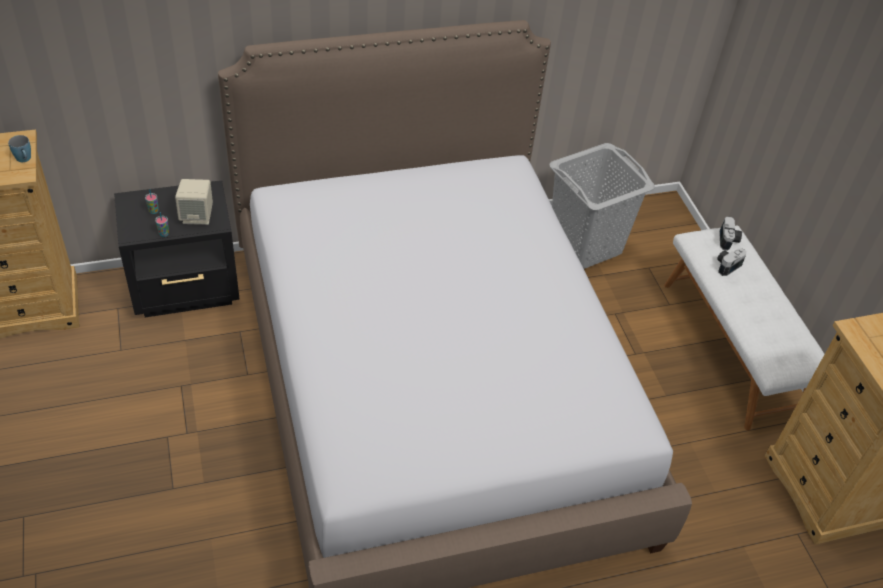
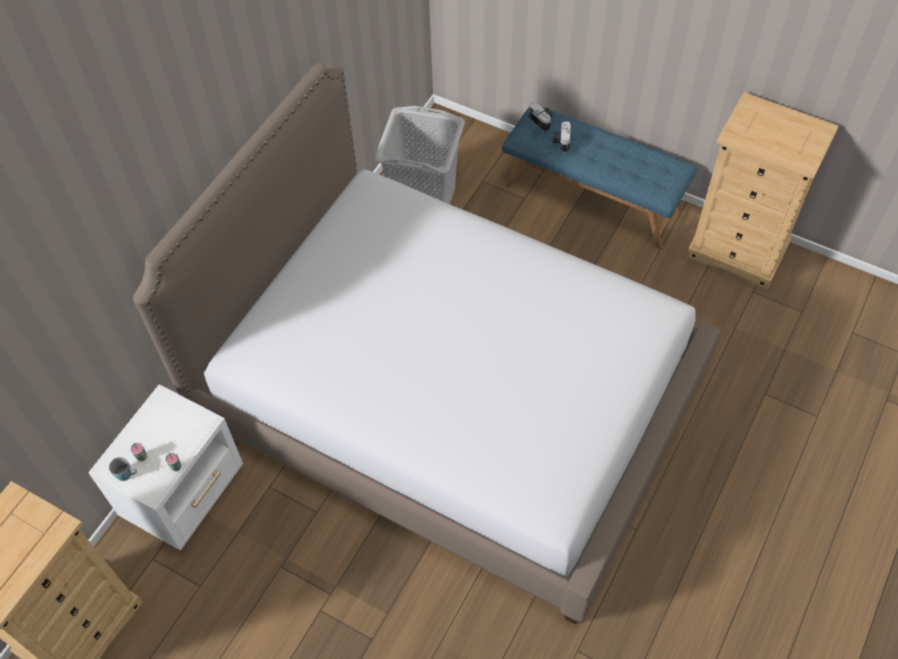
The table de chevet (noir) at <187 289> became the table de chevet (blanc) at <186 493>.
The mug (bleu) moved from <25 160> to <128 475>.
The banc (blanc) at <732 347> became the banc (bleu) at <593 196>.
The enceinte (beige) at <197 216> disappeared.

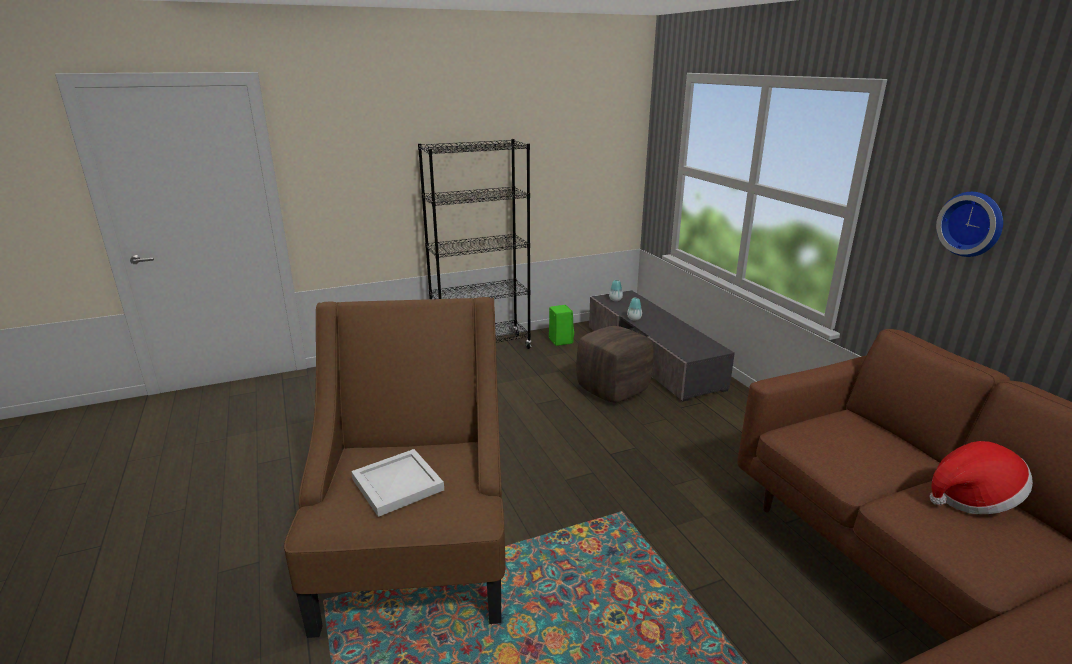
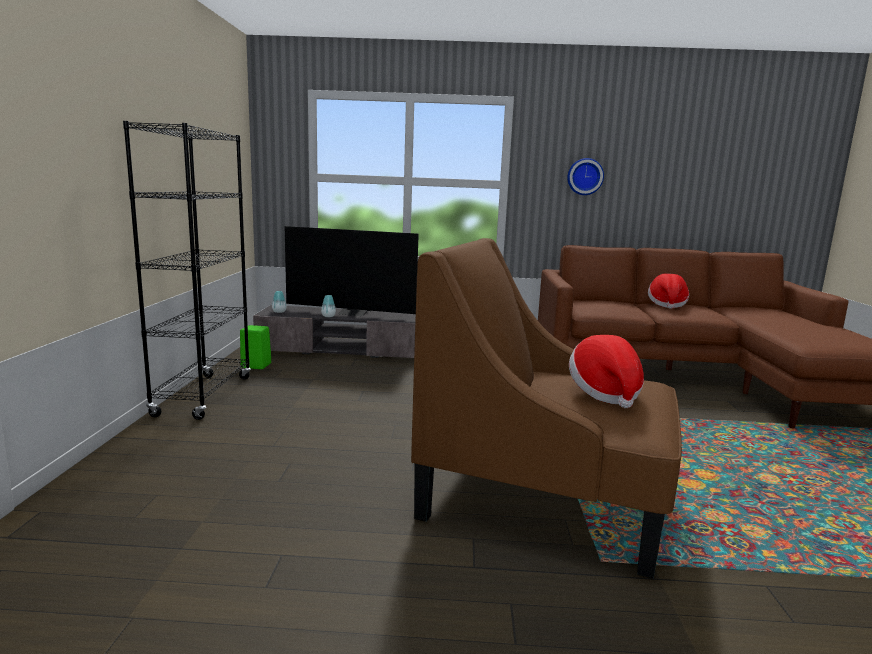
The téléviseur at <353 313> appeared.
The plateau (blanc) at <396 484> was replaced by the chapeau at <604 393>.
The pouf (marron) at <613 390> disappeared.

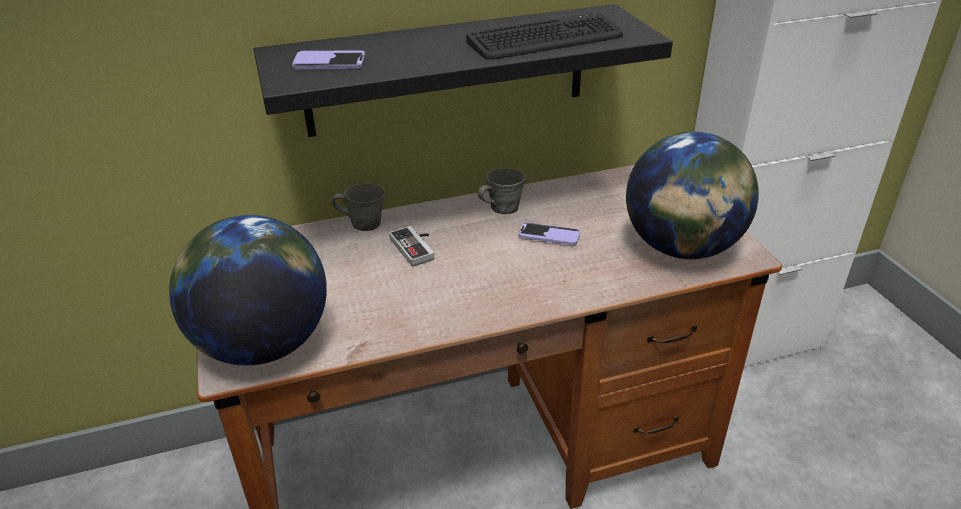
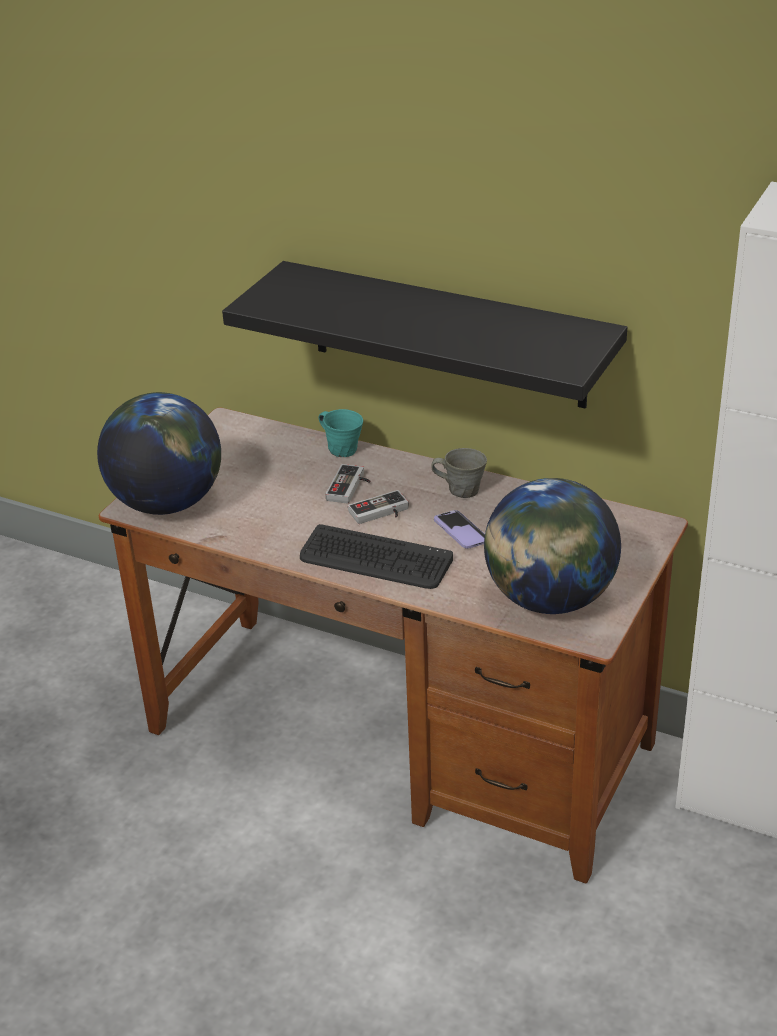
The clavier moved from <545 39> to <375 559>.
The mug (gris) at <364 224> became the mug (turquoise) at <342 449>.
The manette at <381 513> appeared.
The téléphone at <329 63> disappeared.

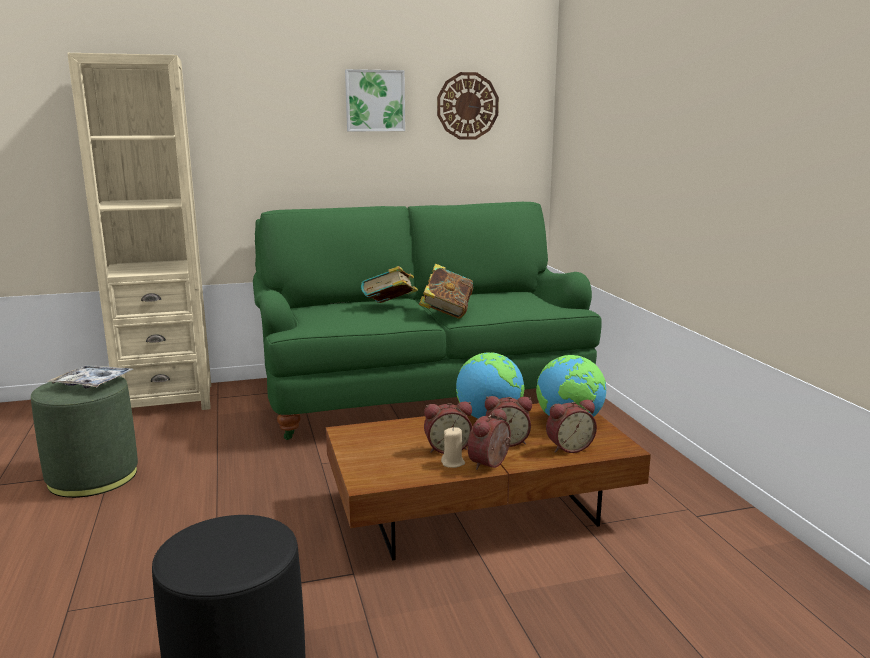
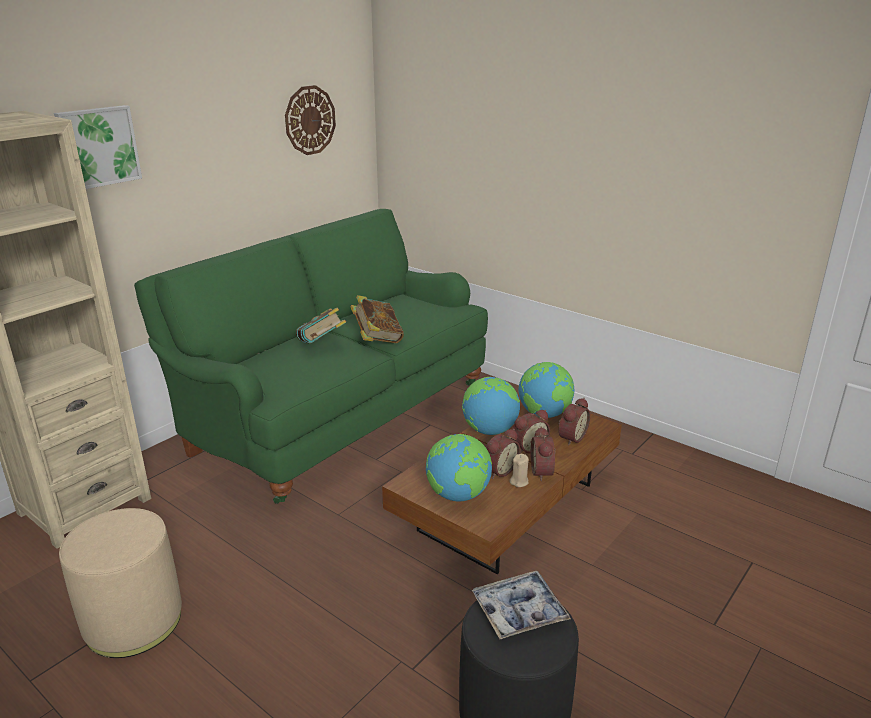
The tableau moved from <374 101> to <98 146>.
The pouf (vert) at <93 476> became the pouf (beige) at <133 621>.
The globe at <458 495> appeared.
The plateau moved from <92 383> to <519 611>.

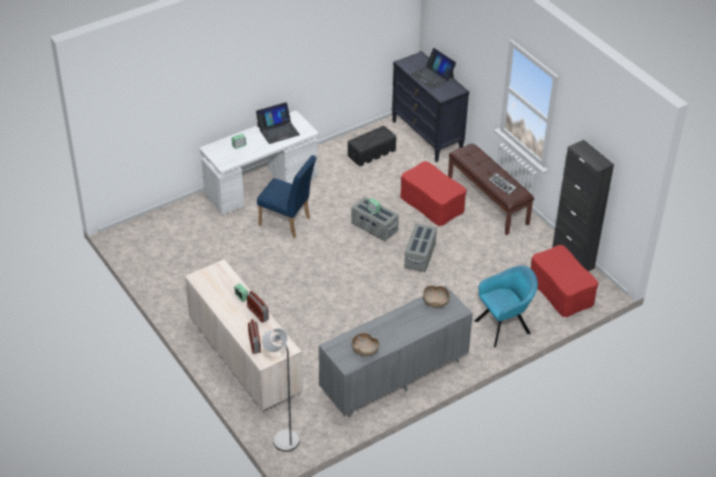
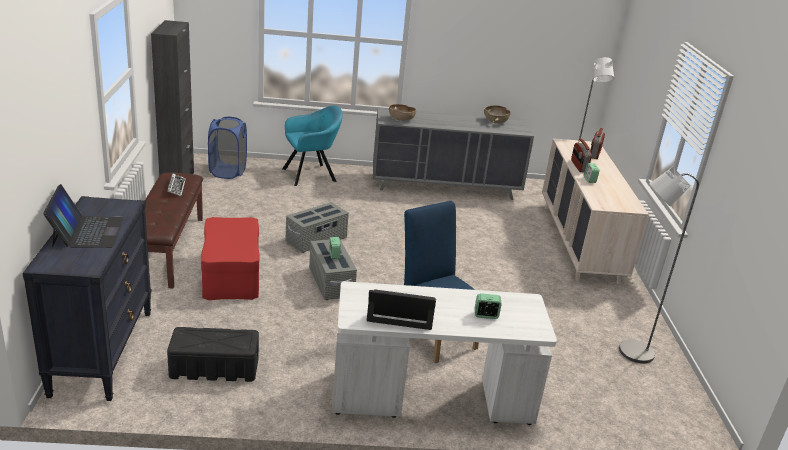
The pouf (rouge) at <561 291> was replaced by the panier à linge (bleu) at <228 172>.
The fauteuil (turquoise) at <504 326> turned 150 degrees clockwise.
The lampadaire (gris) at <629 352> appeared.

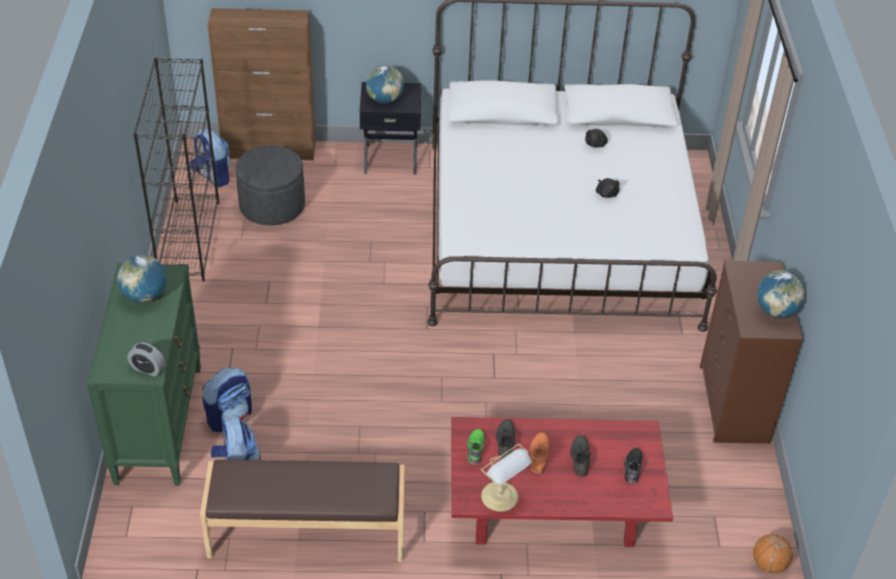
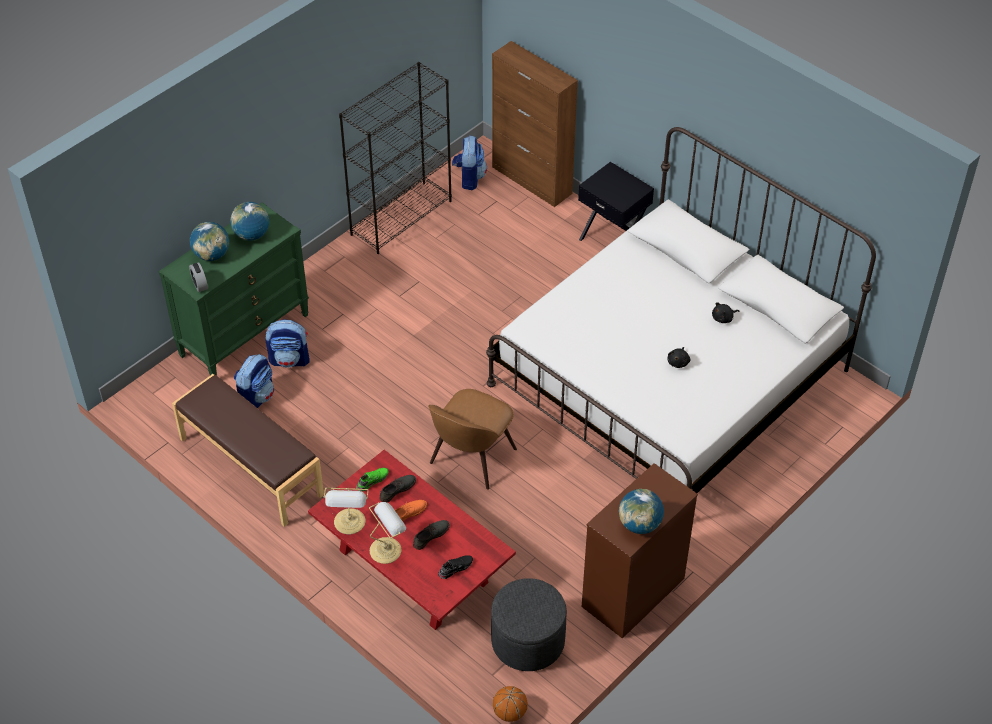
The globe moved from <384 100> to <212 255>.
The lampe de table at <387 549> appeared.
The chaise (marron) at <471 458> appeared.
The pouf (gris) moved from <272 206> to <528 641>.

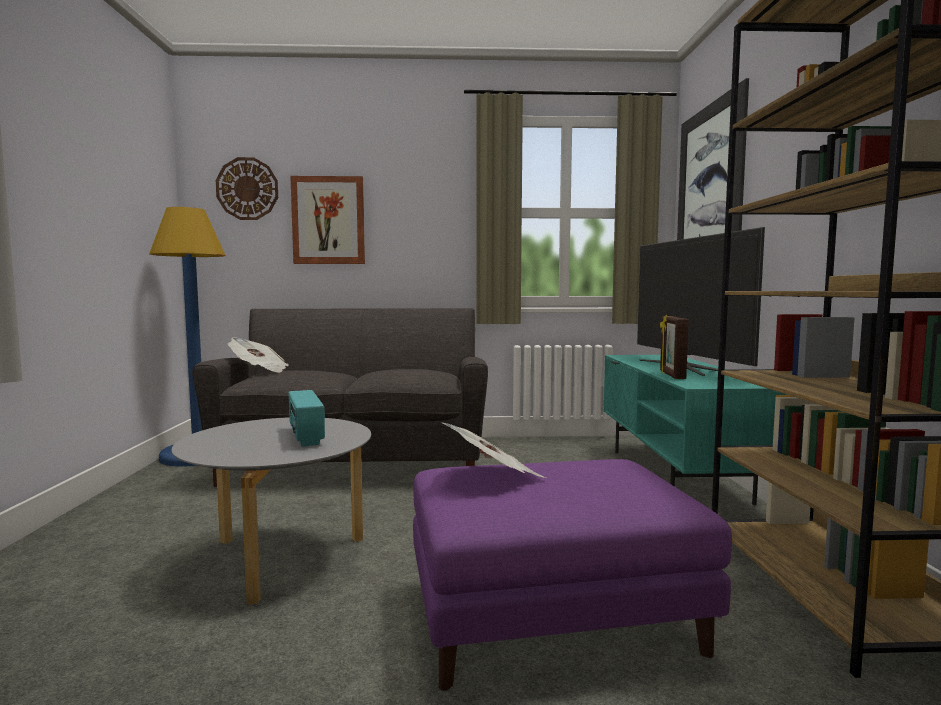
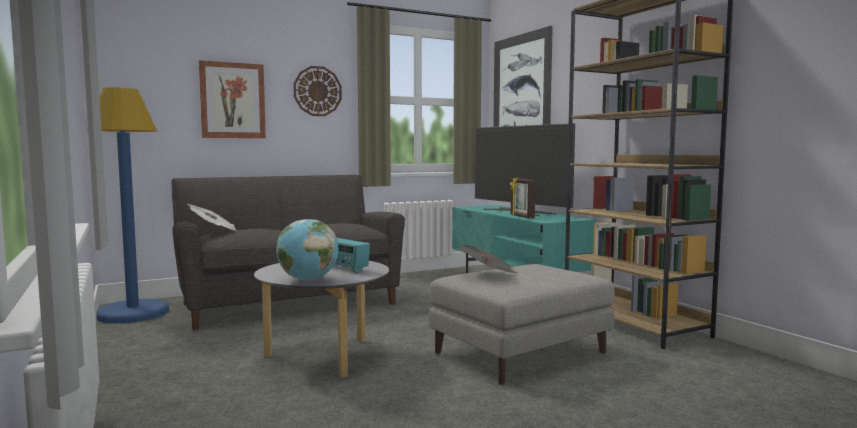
The globe at <308 280> appeared.
The horloge murale moved from <247 189> to <317 91>.
The pouf (violet) at <554 617> became the pouf (gris) at <521 353>.

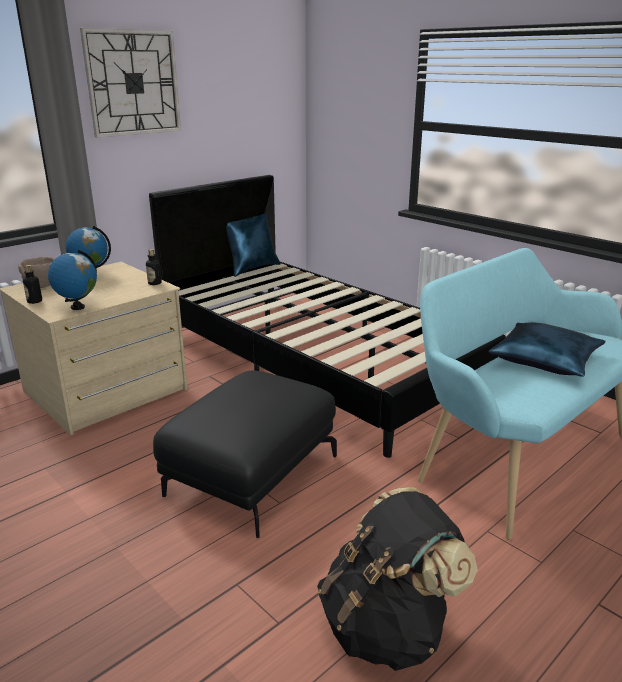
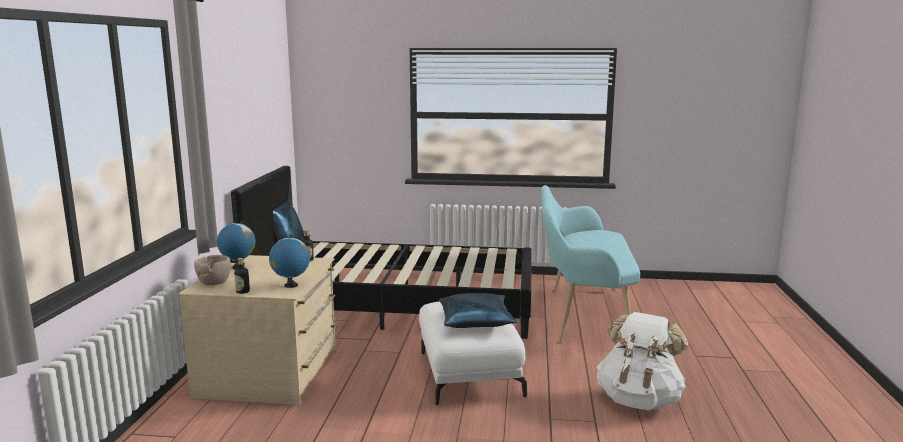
The pouf (noir) at <251 474> became the pouf (blanc) at <468 374>.
The coussin (bleu) moved from <545 359> to <475 320>.
The sac à dos (noir) at <387 627> became the sac à dos (blanc) at <639 400>.
The horloge murale at <133 83> disappeared.

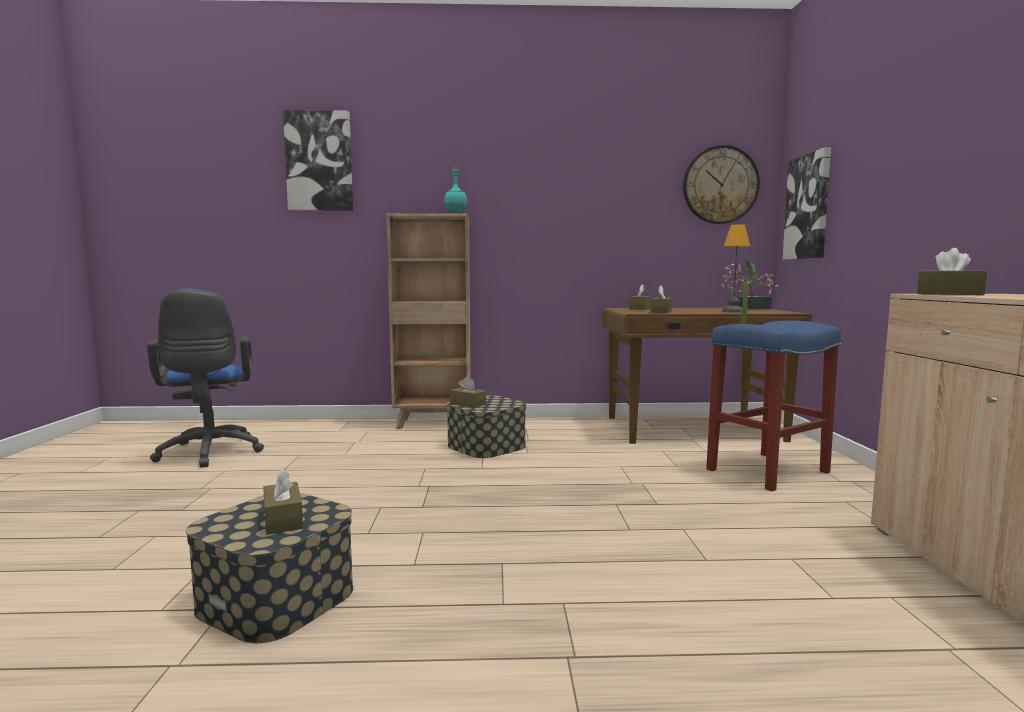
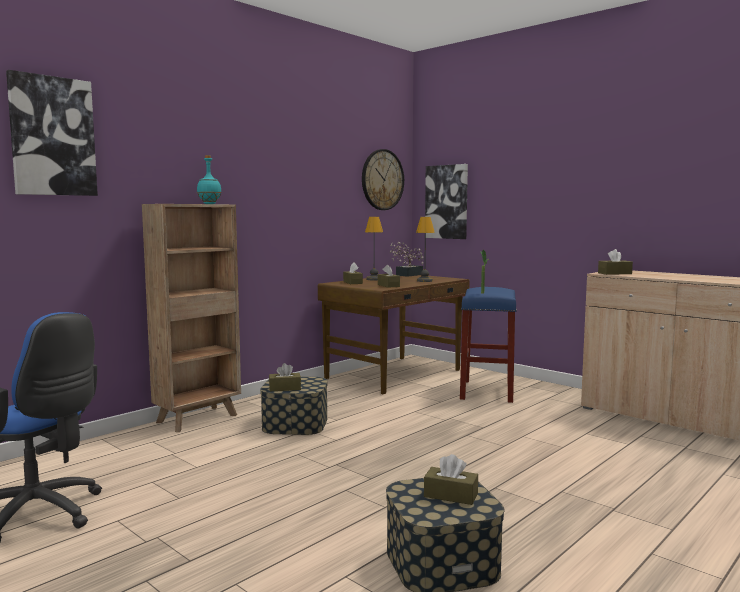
The lampe de table at <374 279> appeared.

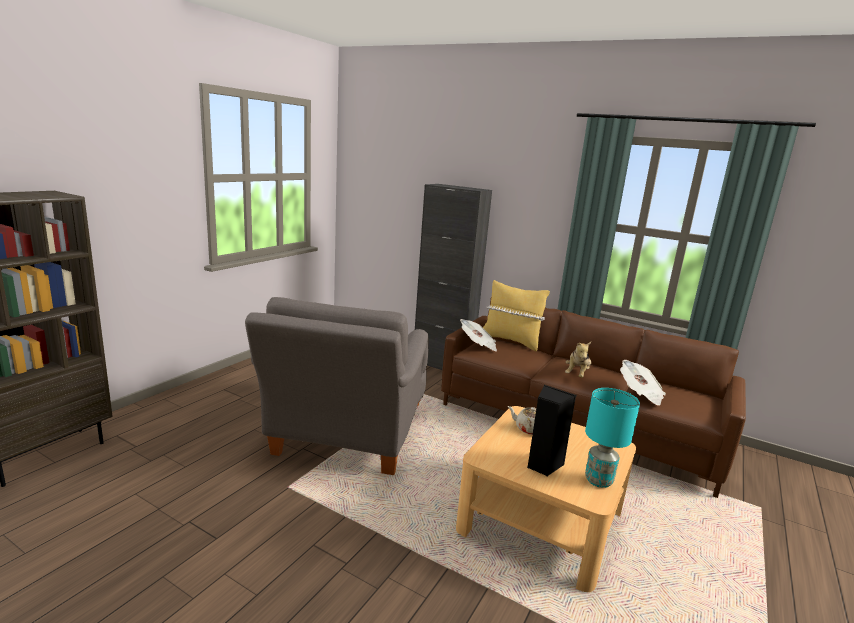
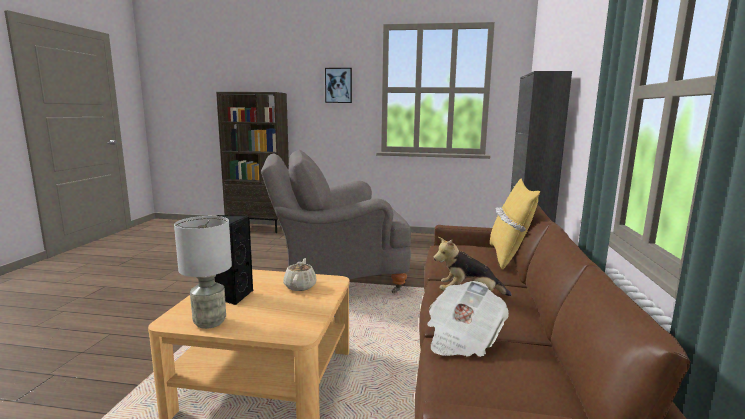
The lampe de table (turquoise) at <598 481> became the lampe de table (gris) at <209 322>.
The tableau at <338 85> appeared.
The journal at <478 345> disappeared.

